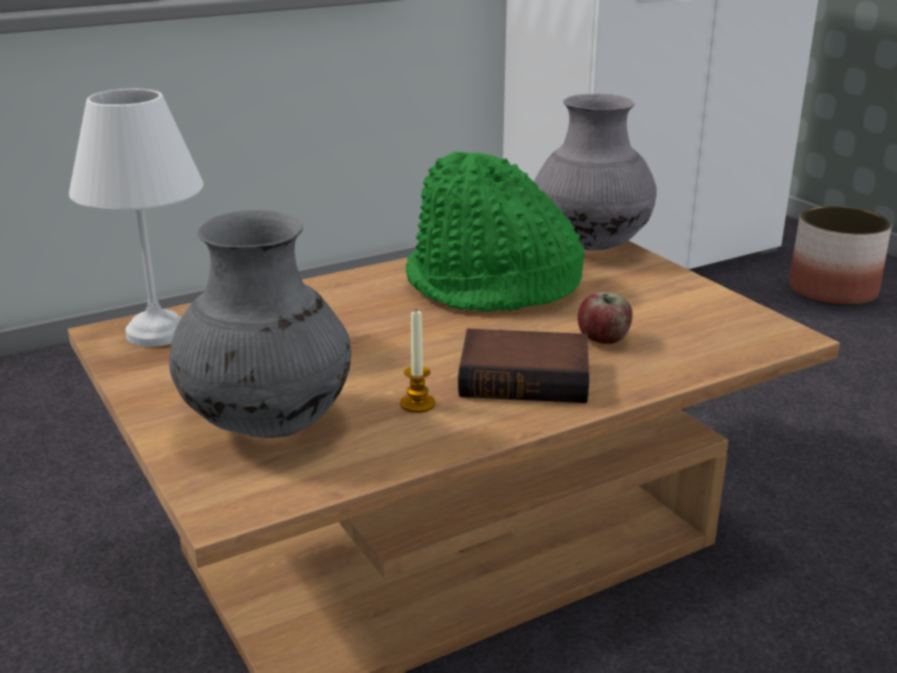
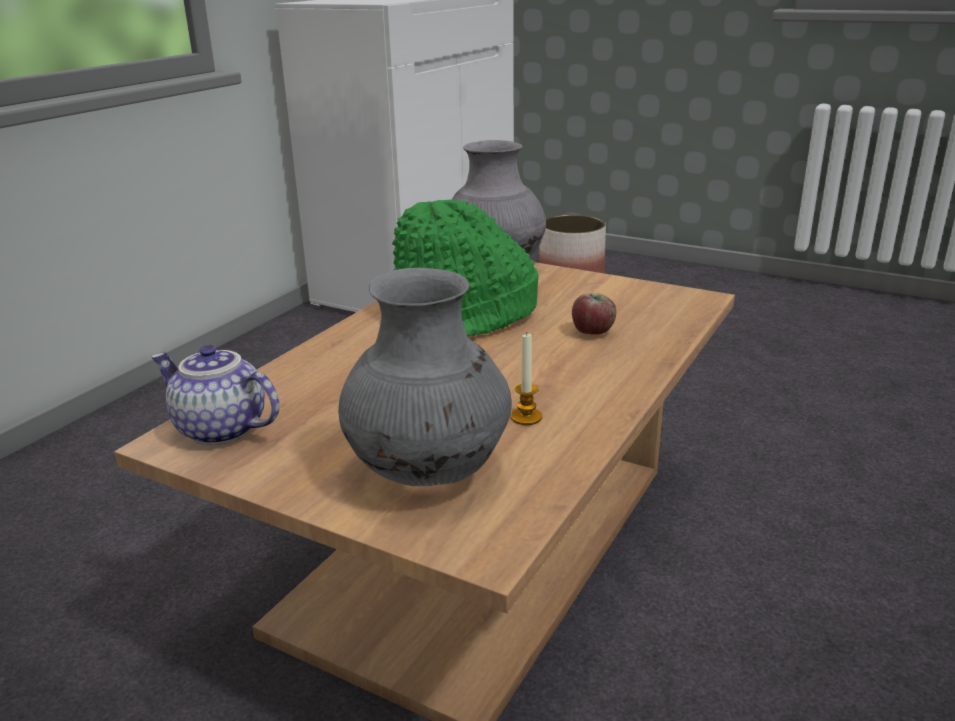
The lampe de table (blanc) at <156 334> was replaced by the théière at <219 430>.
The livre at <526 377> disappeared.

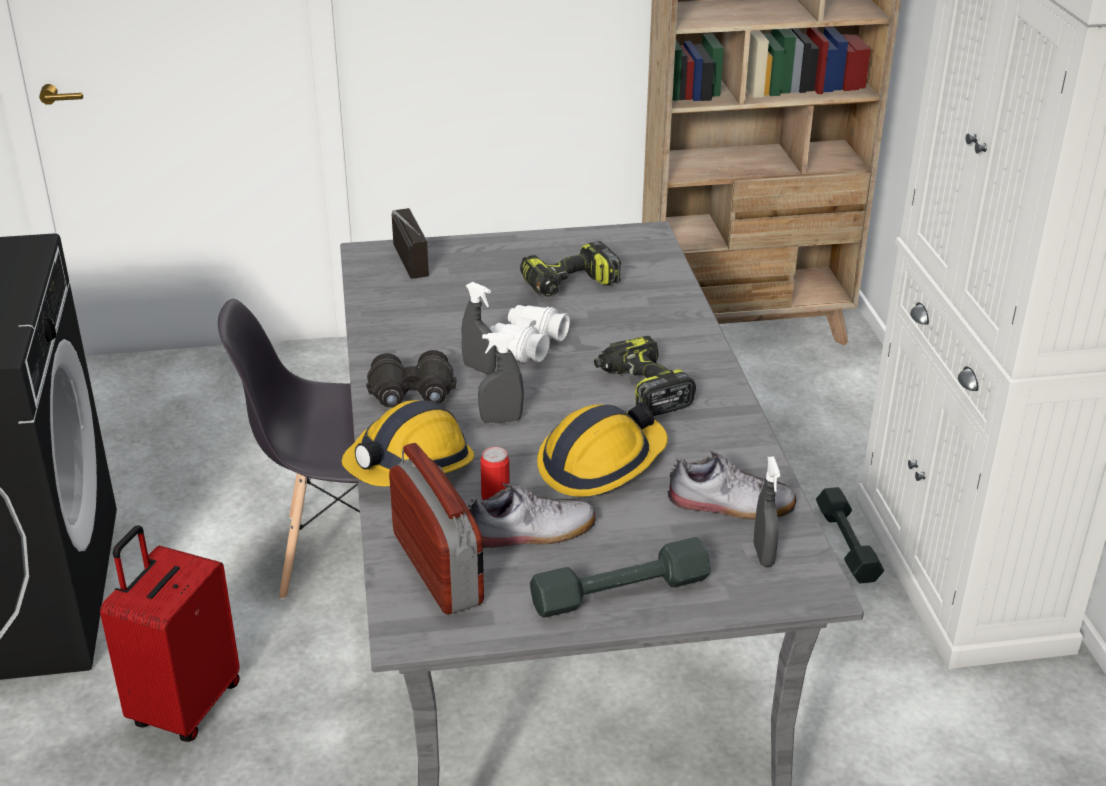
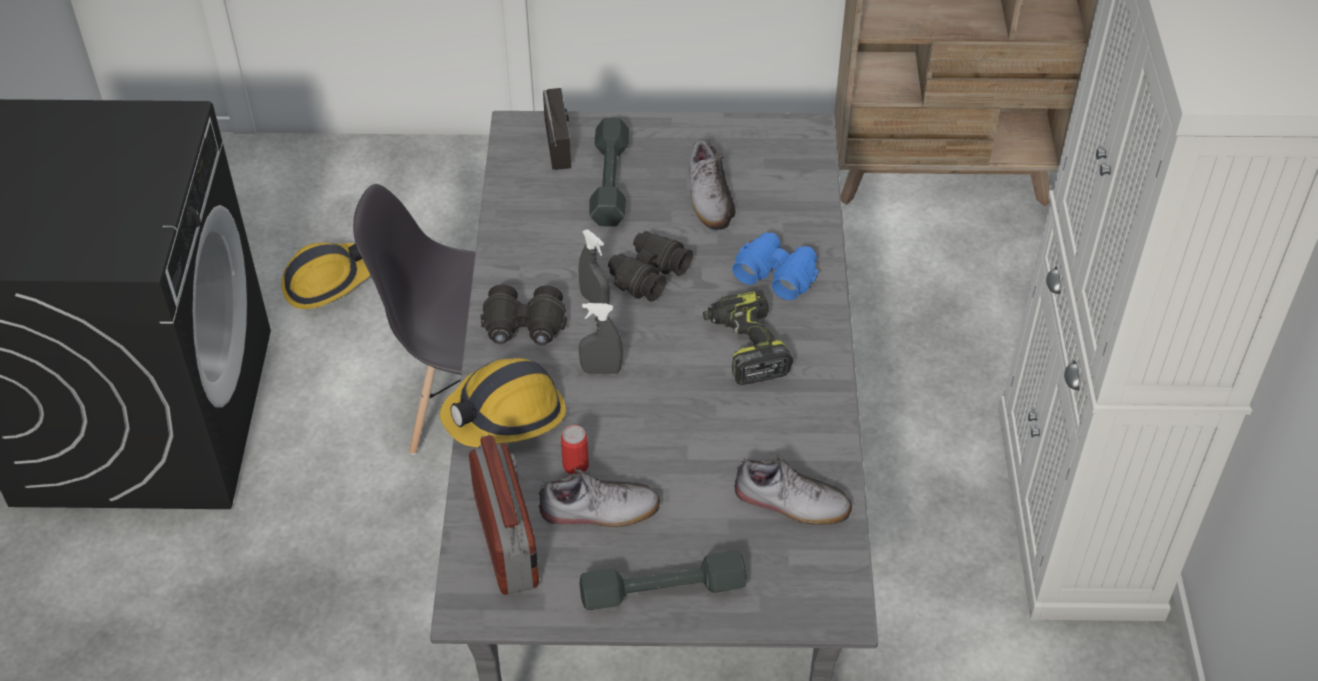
The casque de chantier moved from <601 463> to <327 281>.
The haltère (gris) moved from <846 544> to <609 181>.
The jumelles (blanc) at <527 345> became the jumelles (noir) at <647 274>.
The perceuse at <570 285> was replaced by the chaussure at <709 197>.
The jumelles (bleu) at <776 274> appeared.
The valise (rouge) at <184 705> disappeared.
The vaporisateur (gris) at <763 555> disappeared.

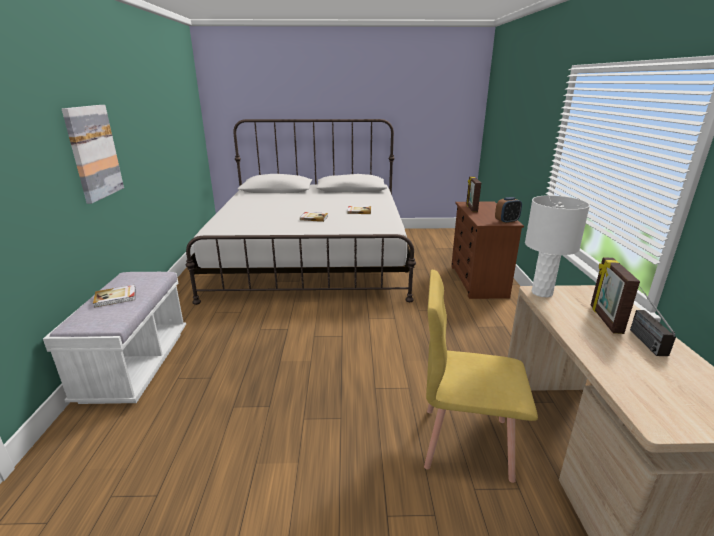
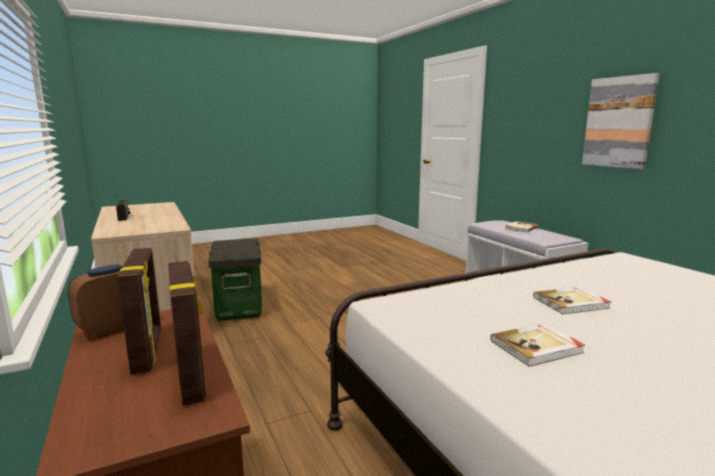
The cadre photo moved from <605 319> to <148 351>.
The chaise (jaune) at <465 441> was replaced by the boîte de rangement at <240 307>.
The lampe de table (blanc) at <542 293> disappeared.

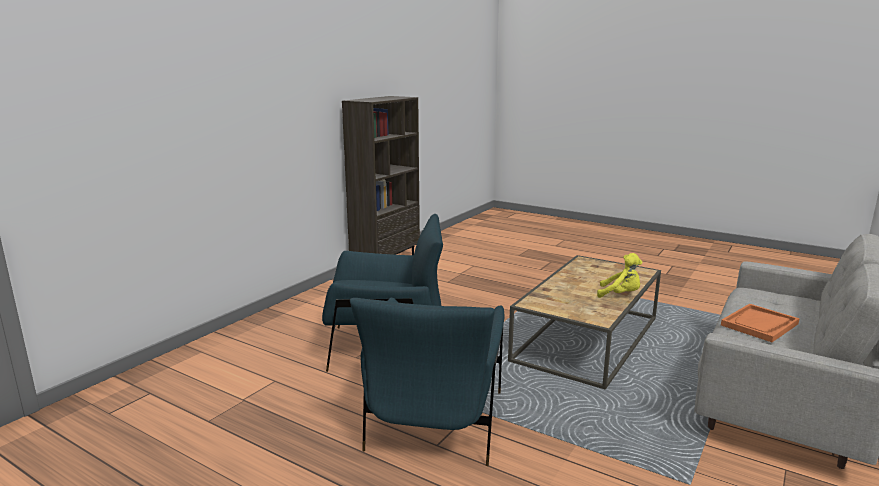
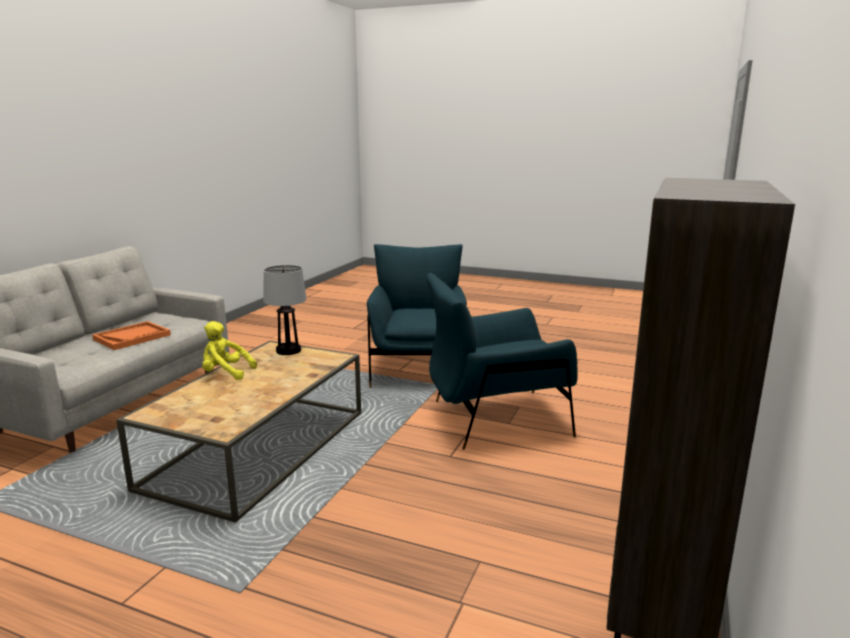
The lampe de table at <289 350> appeared.

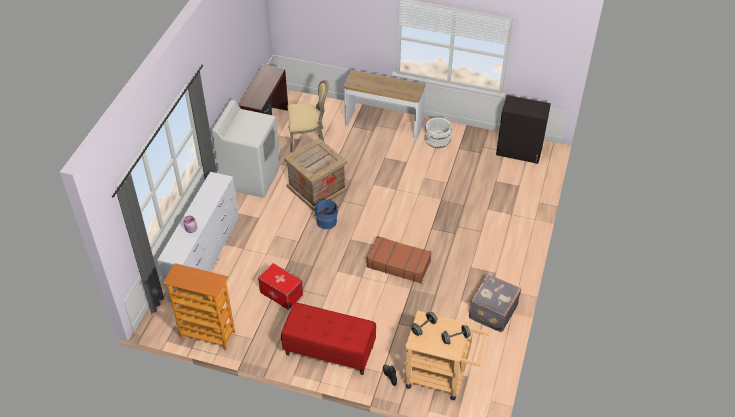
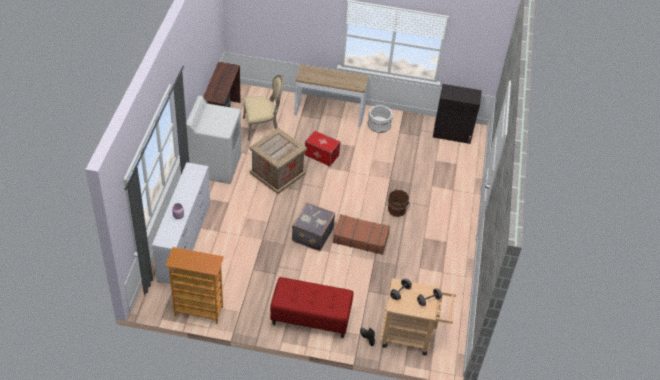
The valise (gris) moved from <492 311> to <311 234>.
The boîte de rangement moved from <281 293> to <321 155>.
The seau (marron) at <397 209> appeared.
The seau (bleu) at <325 221> disappeared.

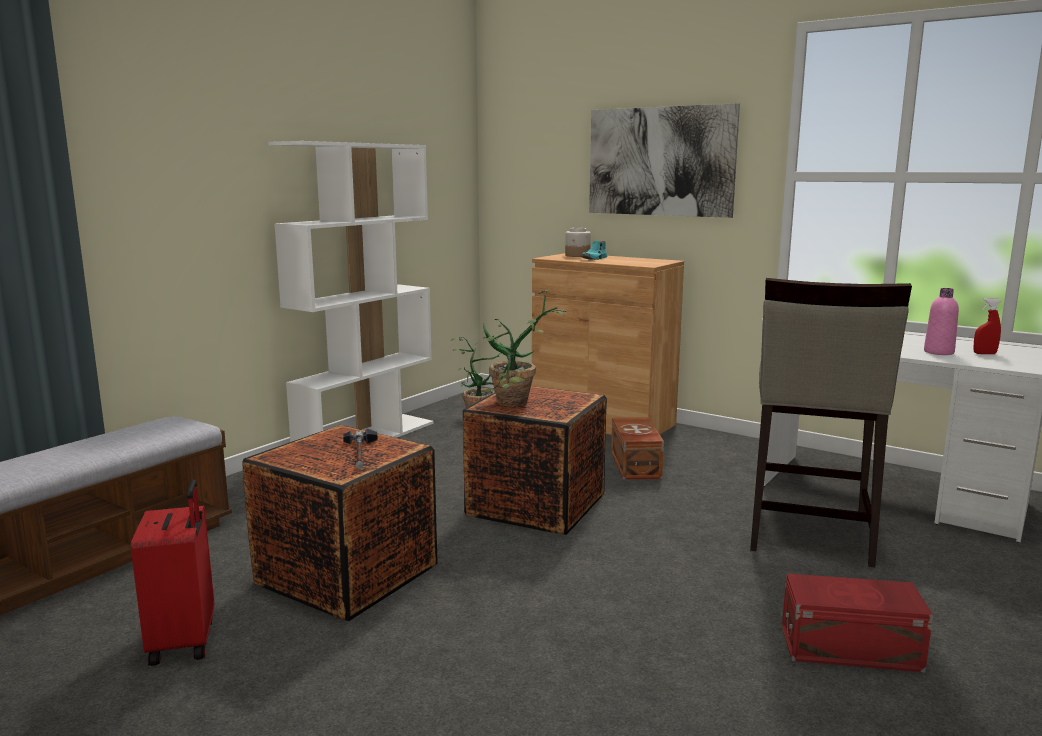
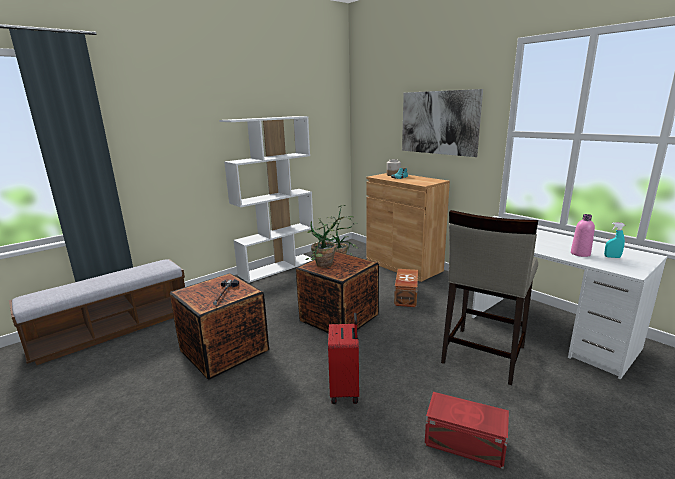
The valise (rouge) moved from <185 641> to <345 390>.
The vaporisateur (rouge) at <984 353> became the vaporisateur (turquoise) at <612 257>.

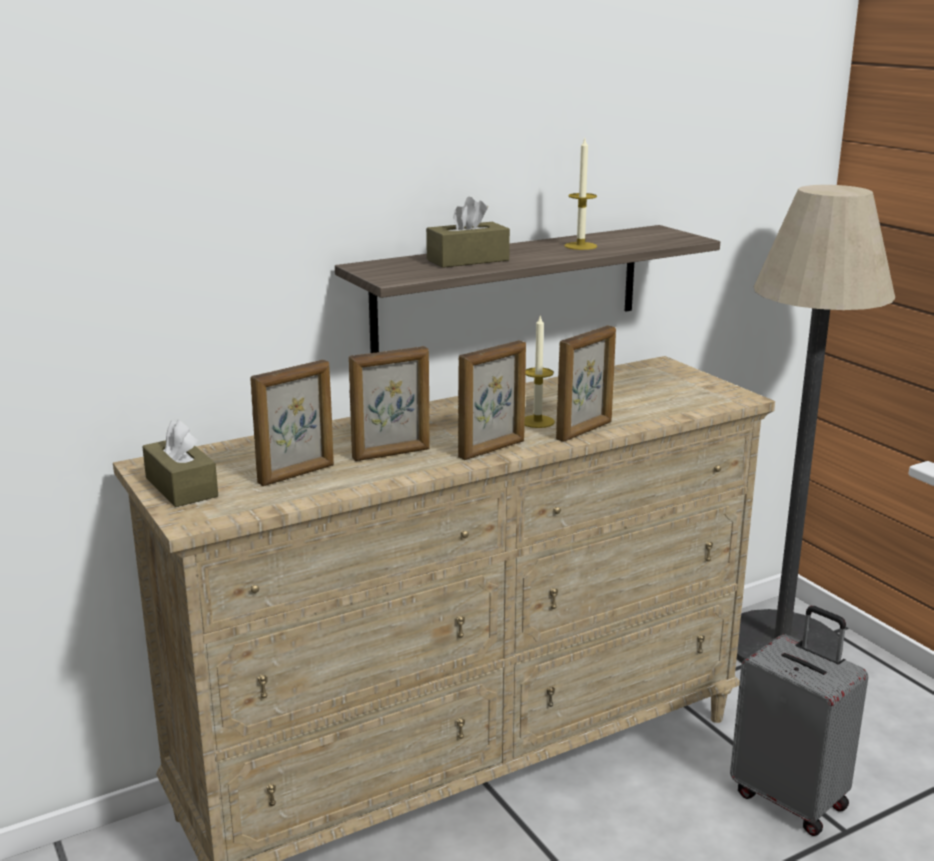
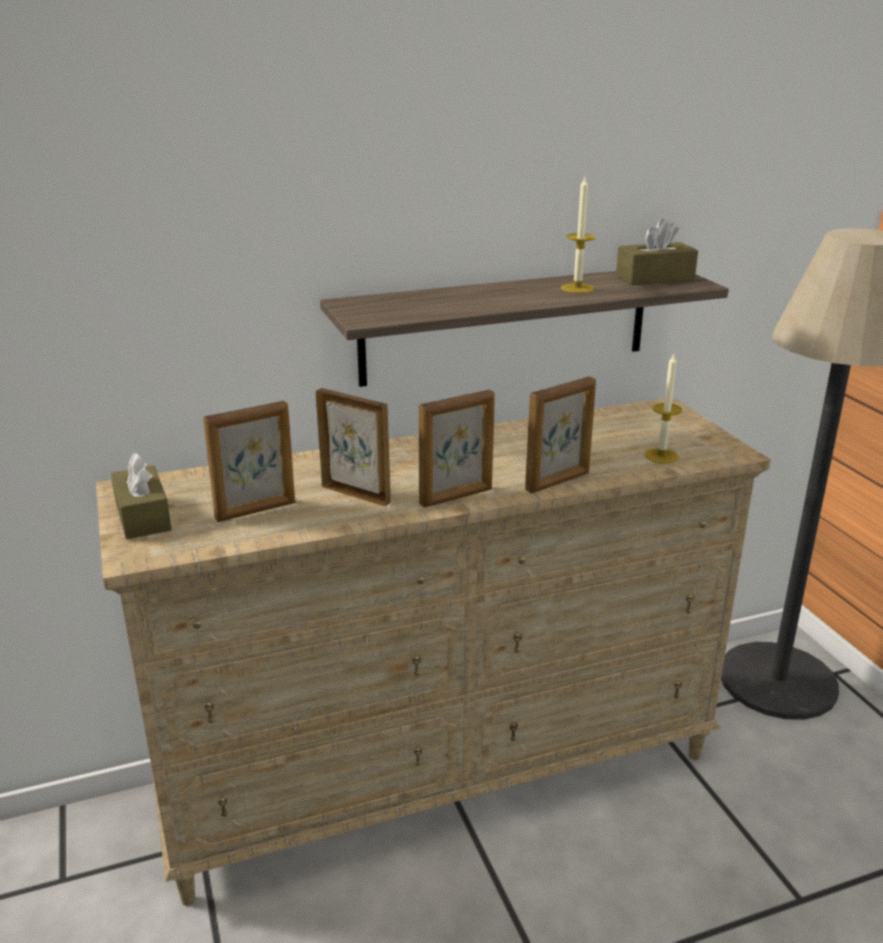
The cadre photo at <392 454> turned 135 degrees counterclockwise.
The boîte à mouchoirs (marron) moved from <467 260> to <654 278>.
The bougie moved from <537 421> to <661 456>.
The valise (gris) at <791 798> disappeared.

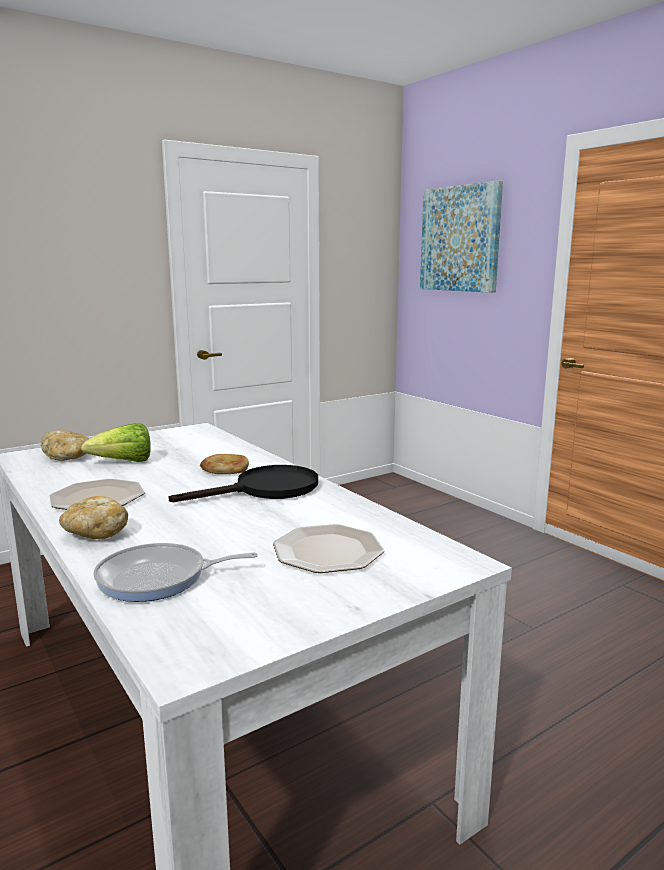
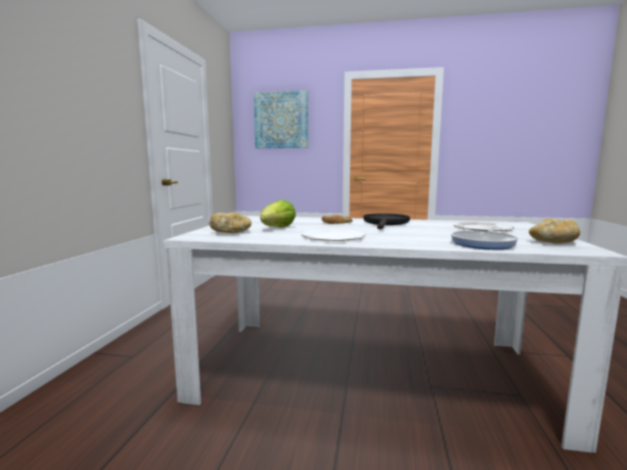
The pain moved from <95 533> to <553 242>.

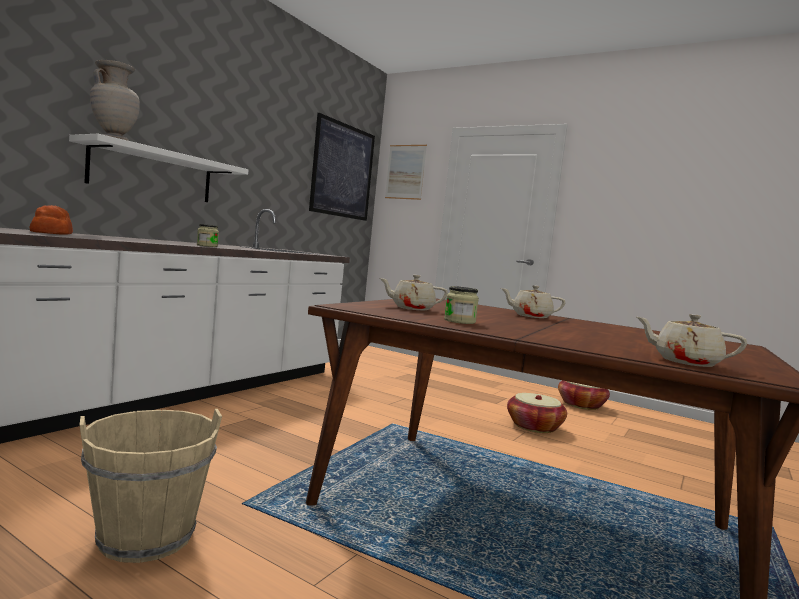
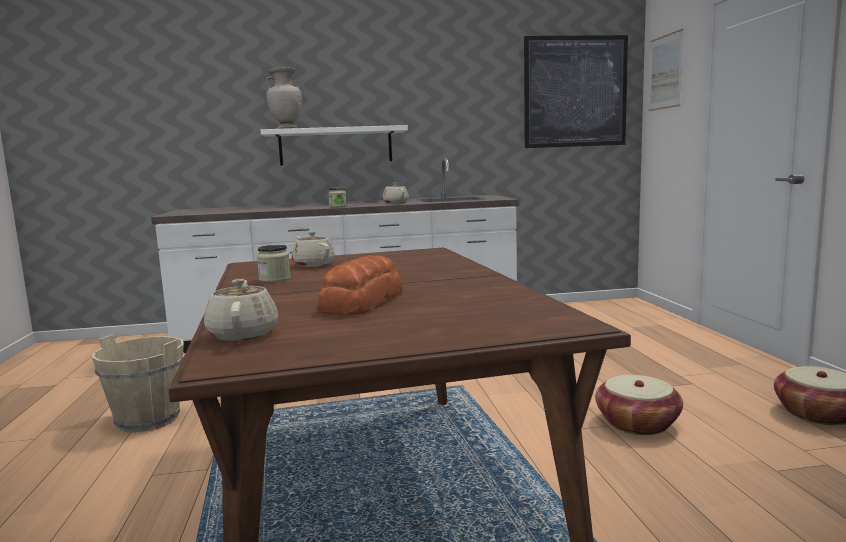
The pain moved from <52 233> to <363 302>.
The théière (beige) moved from <530 316> to <395 203>.

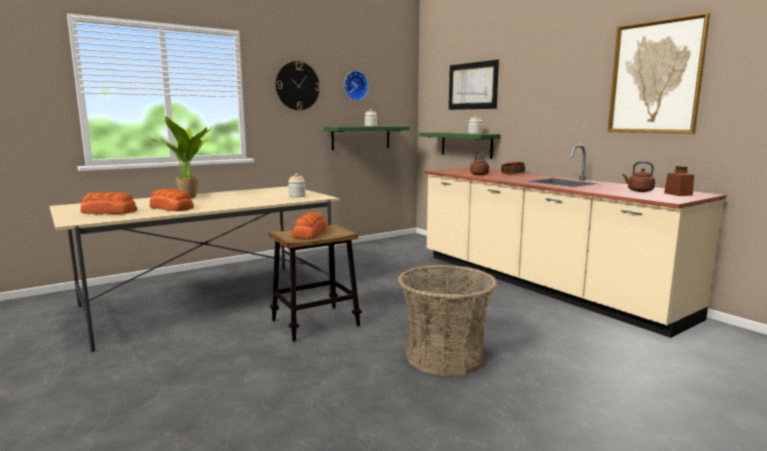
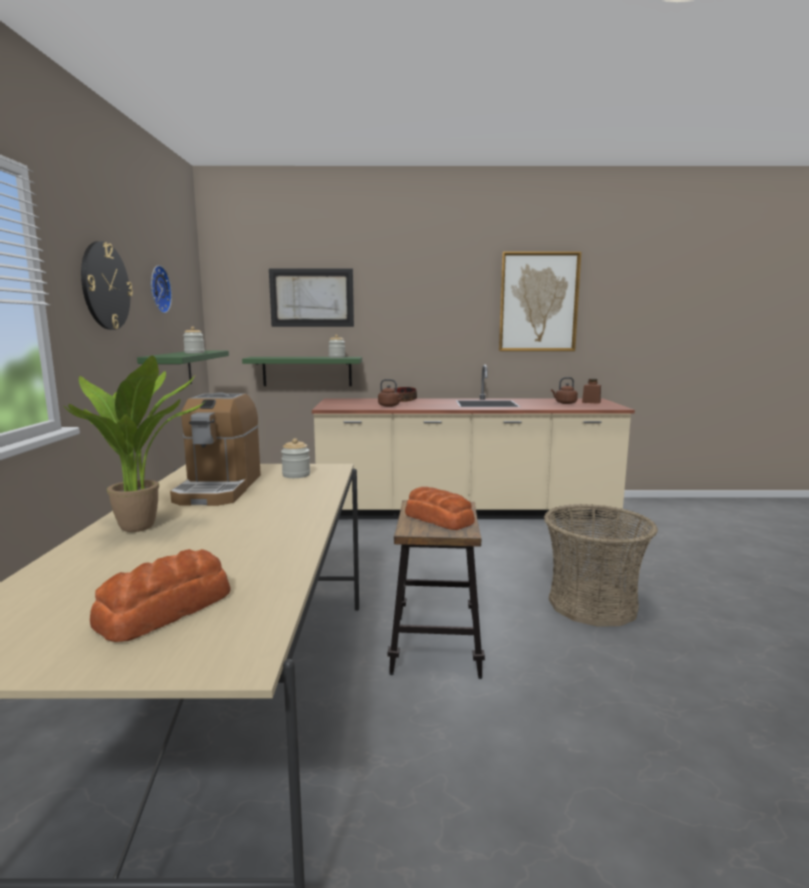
The machine à café at <219 488> appeared.
The pain at <171 208> disappeared.

